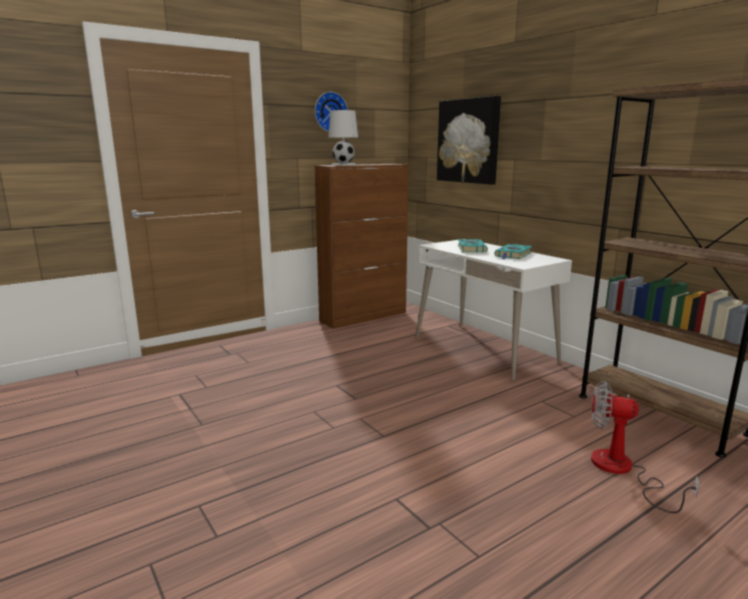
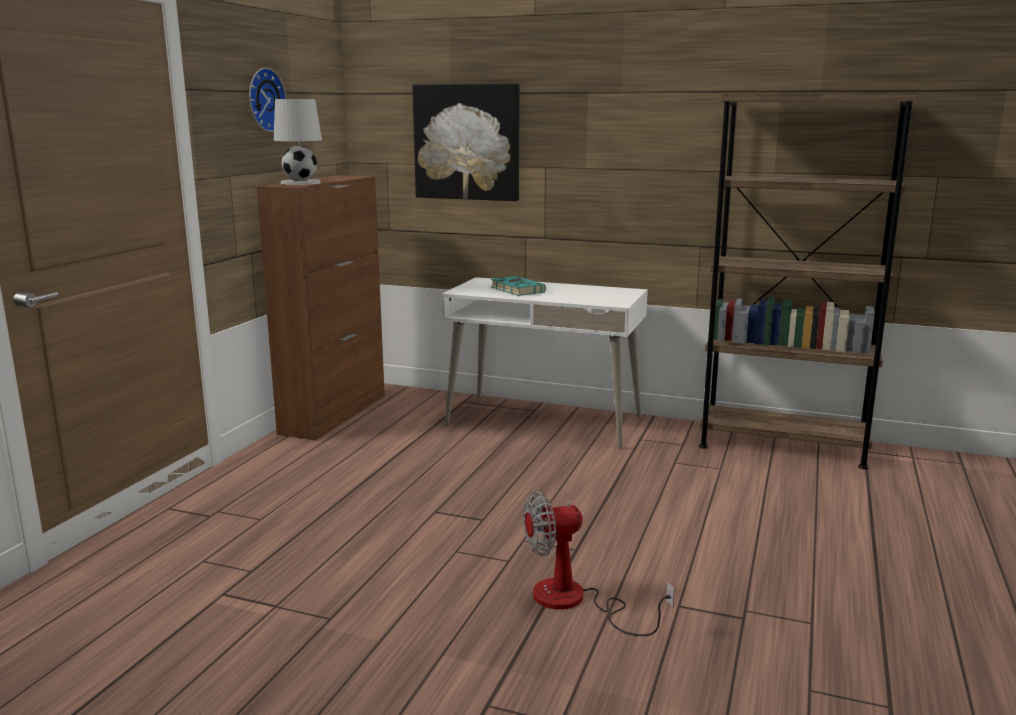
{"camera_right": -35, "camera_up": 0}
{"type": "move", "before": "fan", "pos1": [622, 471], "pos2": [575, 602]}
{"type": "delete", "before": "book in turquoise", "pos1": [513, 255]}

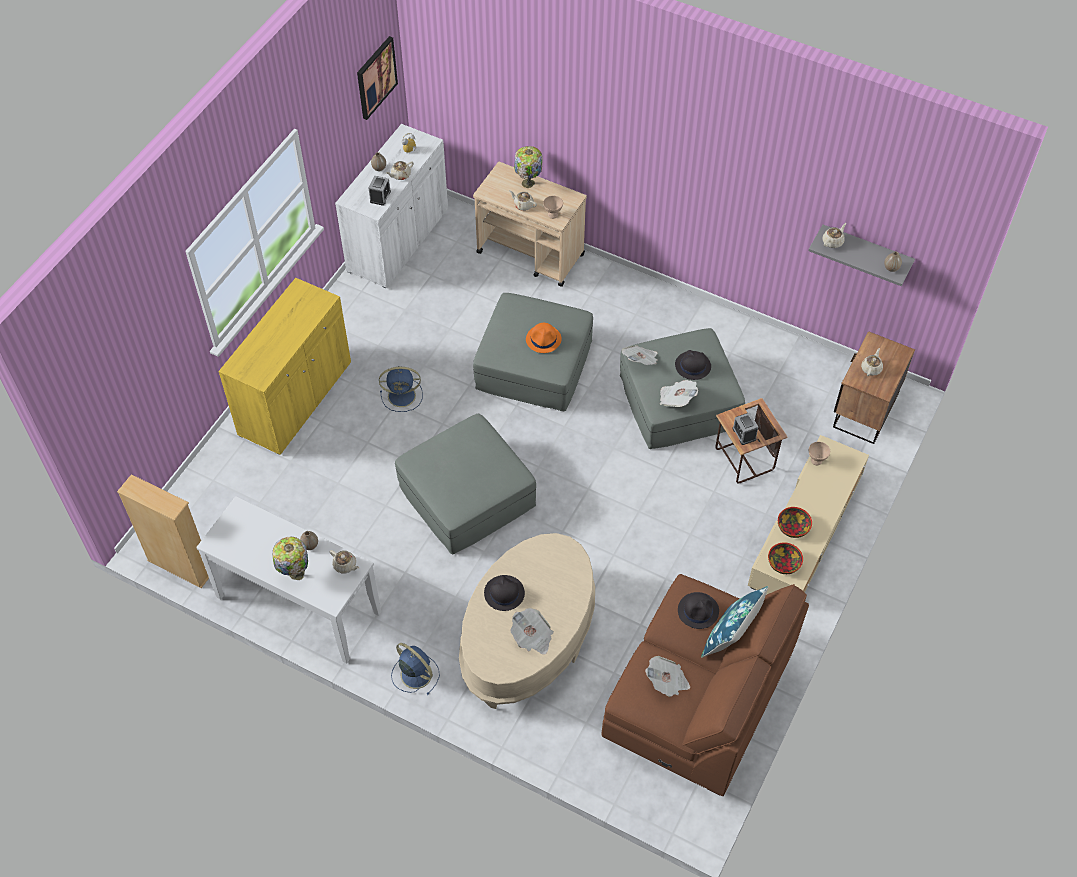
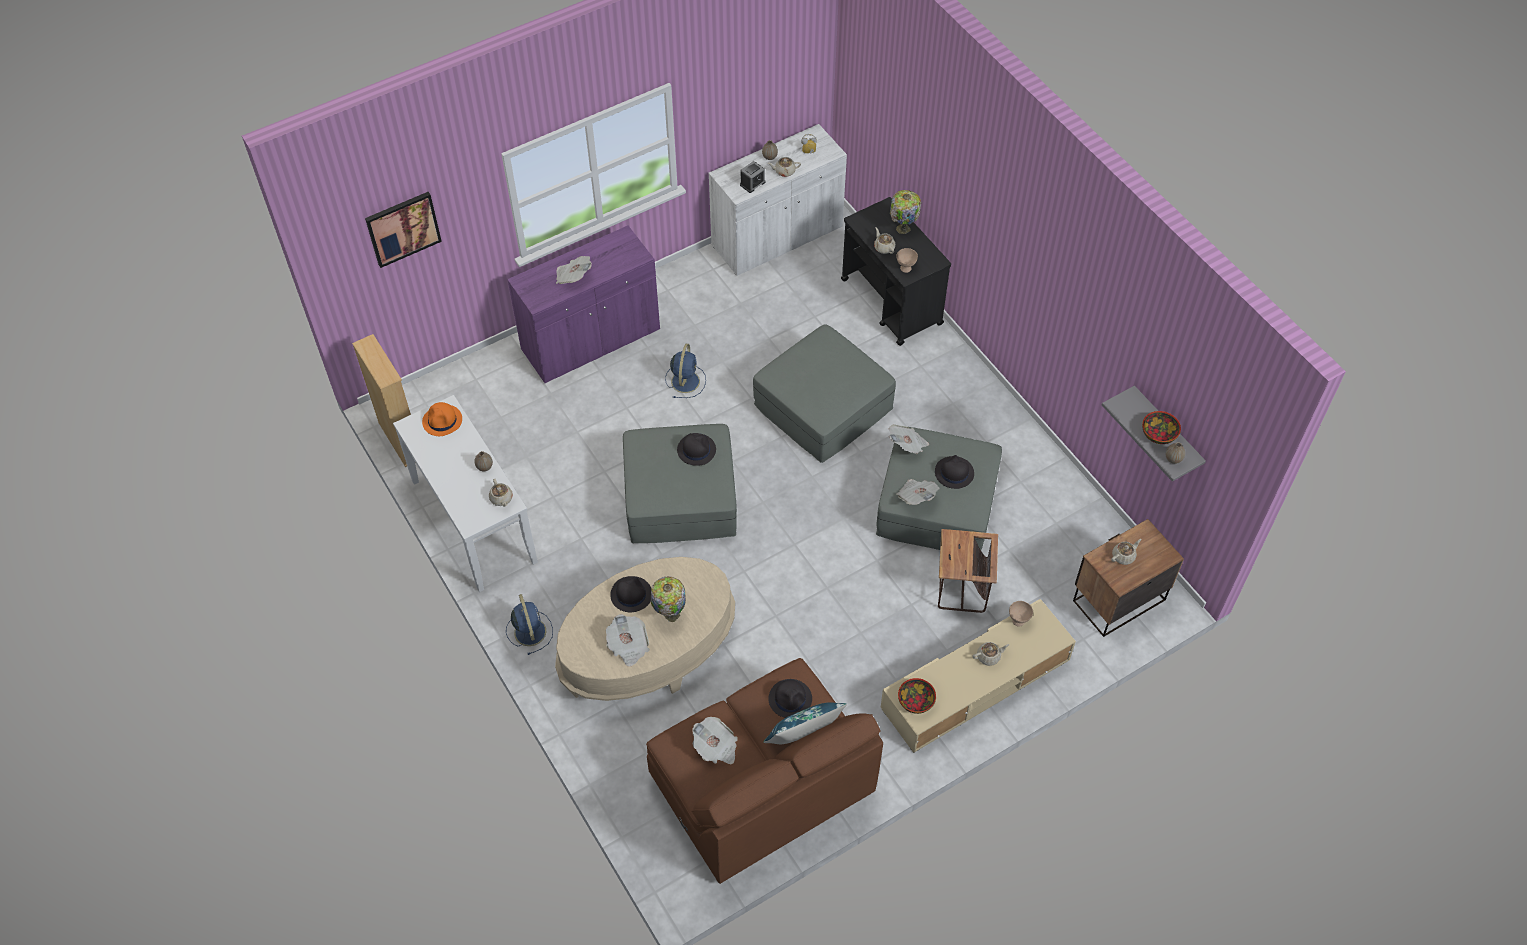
{"camera_right": 30, "camera_up": 0}
{"type": "move", "before": "picture", "pos1": [376, 77], "pos2": [403, 228]}
{"type": "move", "before": "hat in orange", "pos1": [544, 339], "pos2": [442, 421]}
{"type": "recolor", "before": "cabinet in yellow", "after": "cabinet in purple", "pos1": [295, 399], "pos2": [591, 340]}
{"type": "insert", "after": "newspaper", "pos2": [573, 277]}
{"type": "move", "before": "table lamp", "pos1": [295, 574], "pos2": [670, 614]}
{"type": "rotate", "before": "fan in blue", "pos1": [403, 396], "pos2": [685, 380], "turn": -105}
{"type": "insert", "after": "hat in black", "pos2": [696, 449]}
{"type": "recolor", "before": "cart in beige", "after": "cart in black", "pos1": [531, 254], "pos2": [892, 302]}
{"type": "move", "before": "teapot in beige", "pos1": [833, 242], "pos2": [989, 656]}
{"type": "move", "before": "bowl", "pos1": [792, 528], "pos2": [1158, 434]}
{"type": "delete", "before": "alarm clock", "pos1": [744, 434]}

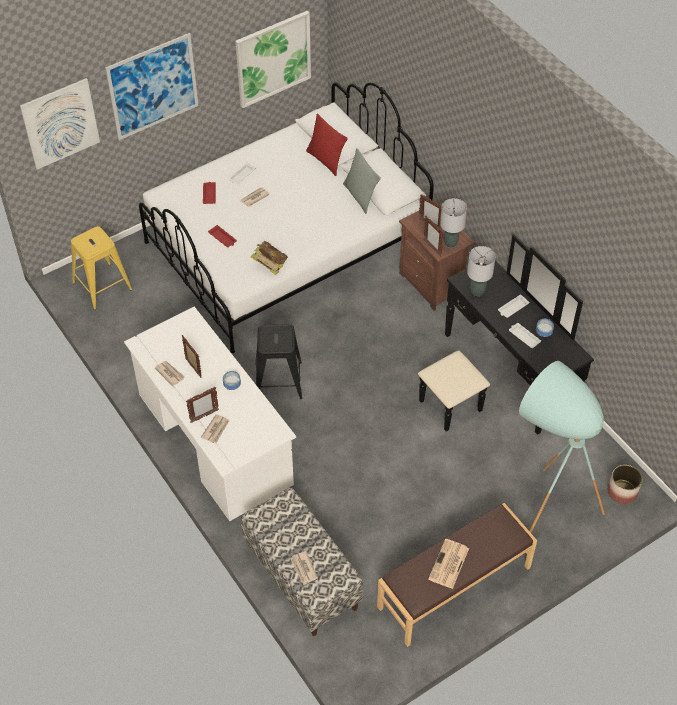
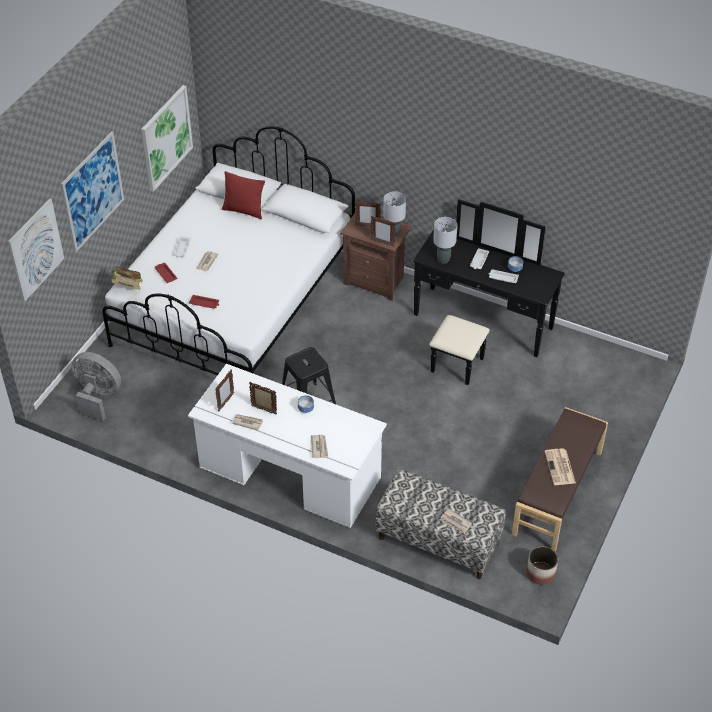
{"camera_right": -30, "camera_up": -5}
{"type": "replace", "before": "stool in yellow", "after": "fan in grey", "pos1": [102, 286], "pos2": [98, 397]}
{"type": "move", "before": "book", "pos1": [270, 266], "pos2": [127, 286]}
{"type": "move", "before": "picture frame", "pos1": [204, 416], "pos2": [225, 402]}
{"type": "move", "before": "planter", "pos1": [622, 492], "pos2": [541, 573]}
{"type": "delete", "before": "pillow in grey", "pos1": [360, 196]}
{"type": "delete", "before": "floor lamp in turquoise", "pos1": [546, 496]}

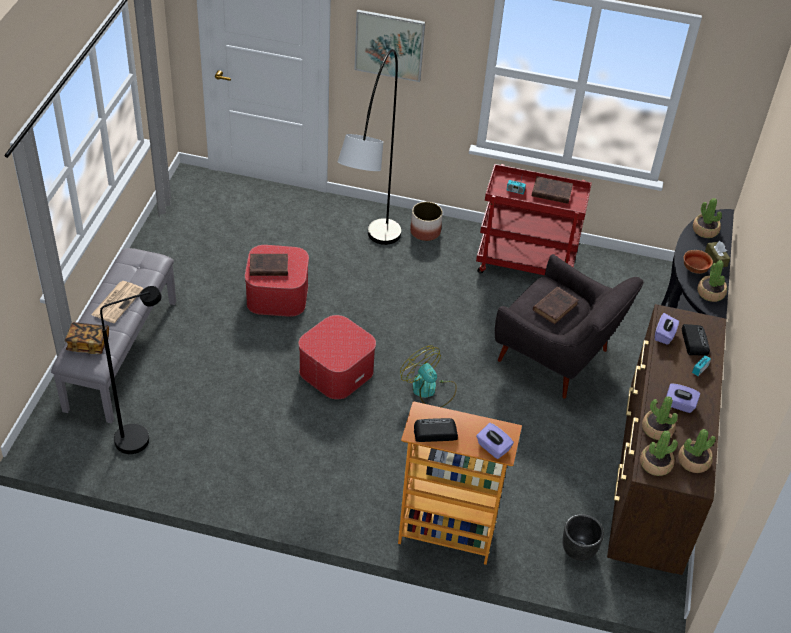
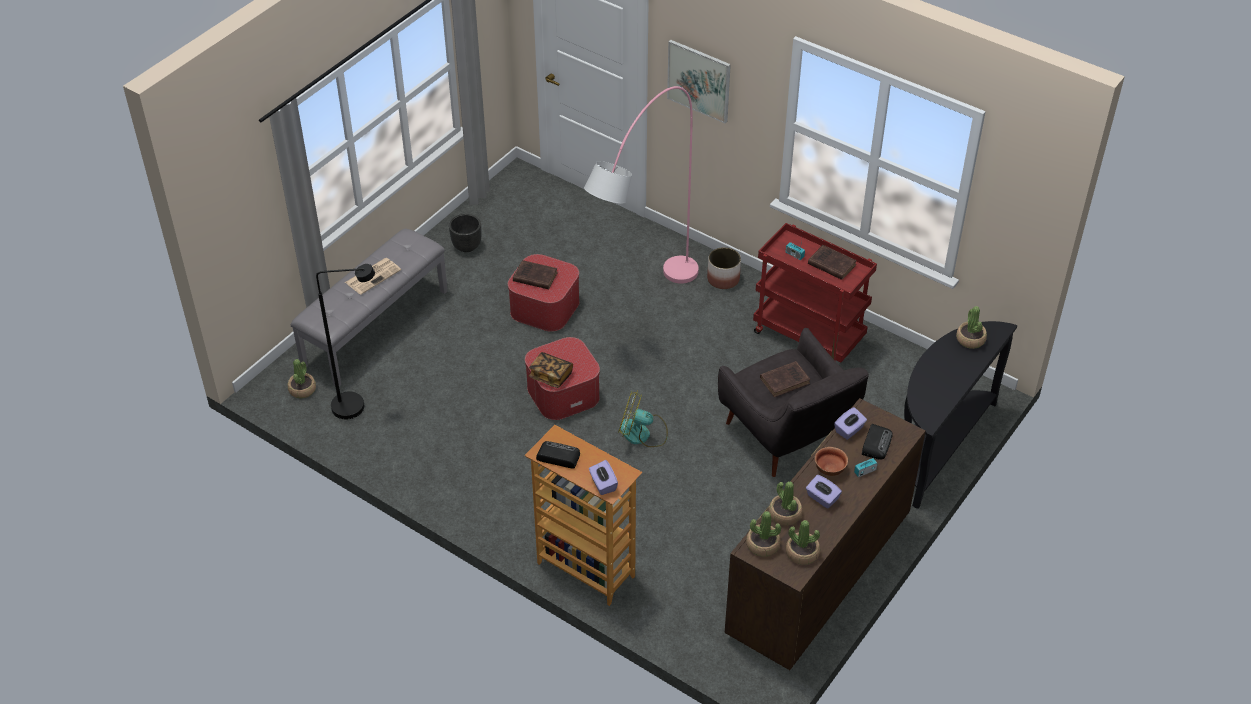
{"camera_right": 25, "camera_up": 0}
{"type": "move", "before": "potted plant", "pos1": [710, 293], "pos2": [302, 389]}
{"type": "move", "before": "planter in black", "pos1": [578, 550], "pos2": [467, 246]}
{"type": "move", "before": "book", "pos1": [88, 344], "pos2": [551, 376]}
{"type": "recolor", "before": "floor lamp in grey", "after": "floor lamp in pink", "pos1": [368, 275], "pos2": [642, 309]}
{"type": "rotate", "before": "fan", "pos1": [429, 390], "pos2": [642, 434], "turn": -60}
{"type": "move", "before": "bowl", "pos1": [694, 269], "pos2": [829, 469]}
{"type": "delete", "before": "tissue box in brown", "pos1": [716, 258]}

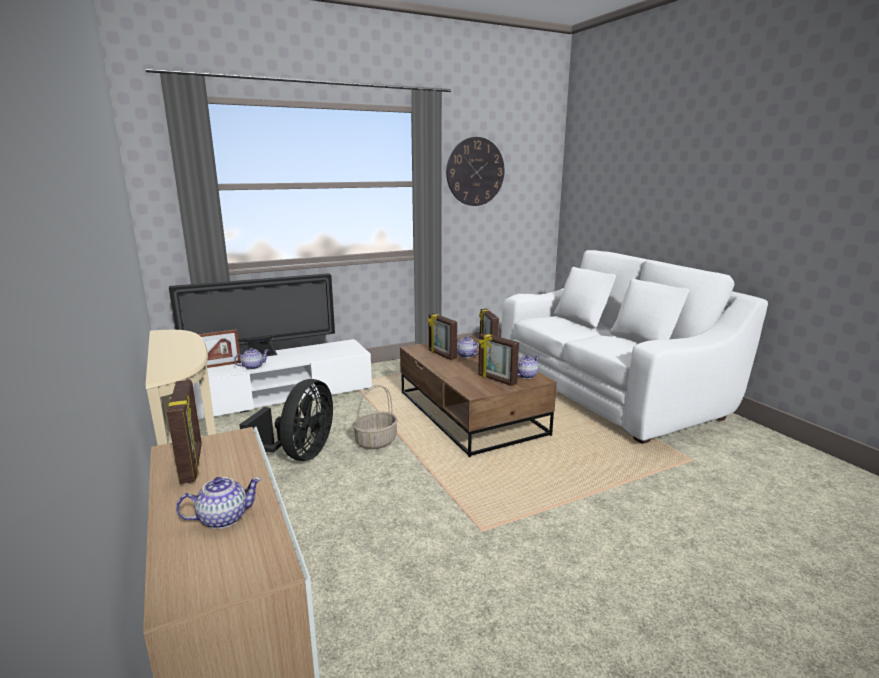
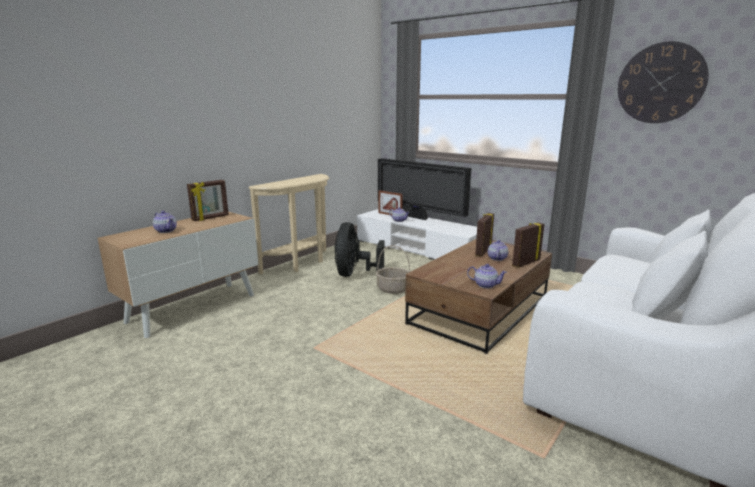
{"camera_right": 65, "camera_up": 0}
{"type": "rotate", "before": "fan in black", "pos1": [300, 455], "pos2": [354, 274], "turn": 105}
{"type": "delete", "before": "picture frame", "pos1": [496, 380]}

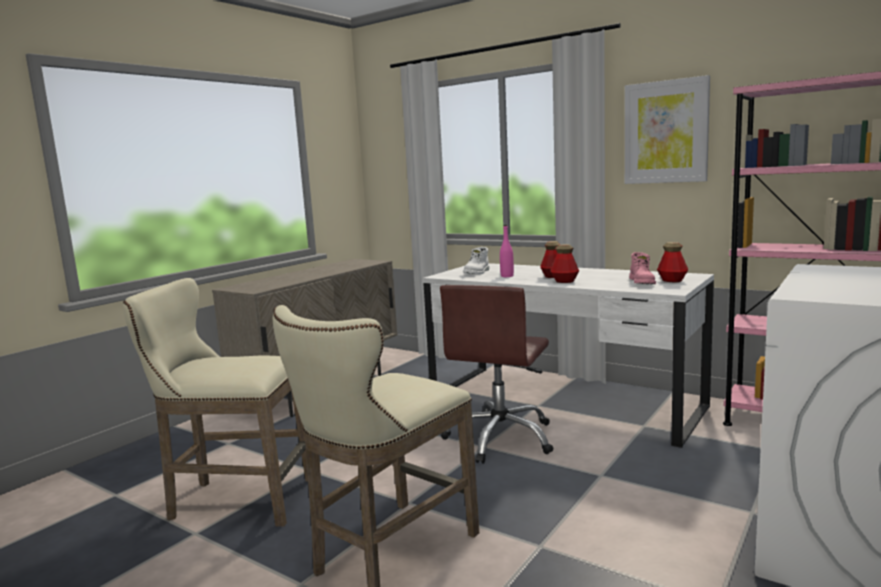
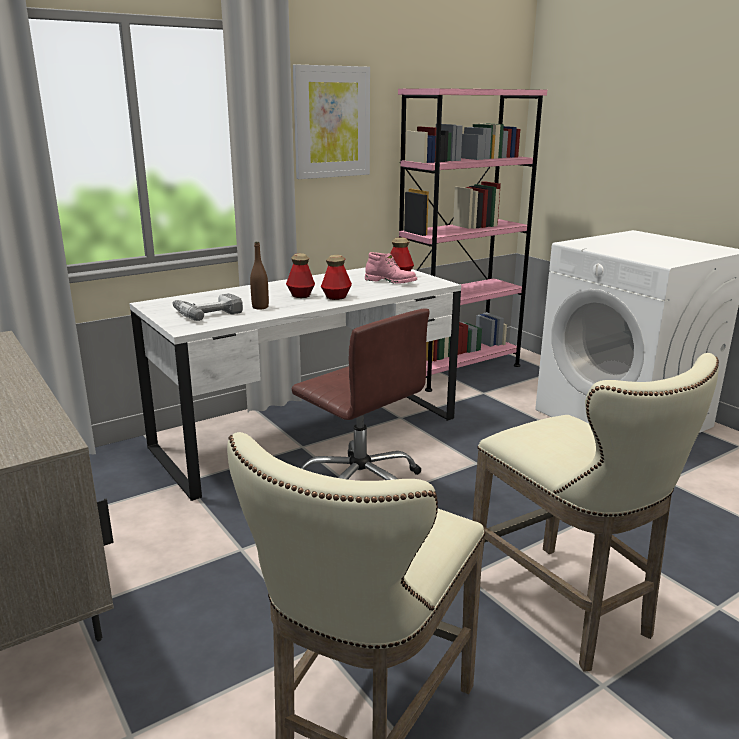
{"camera_right": -70, "camera_up": 10}
{"type": "replace", "before": "boot in white", "after": "power drill", "pos1": [477, 272], "pos2": [206, 312]}
{"type": "recolor", "before": "bottle in pink", "after": "bottle in brown", "pos1": [507, 276], "pos2": [260, 307]}

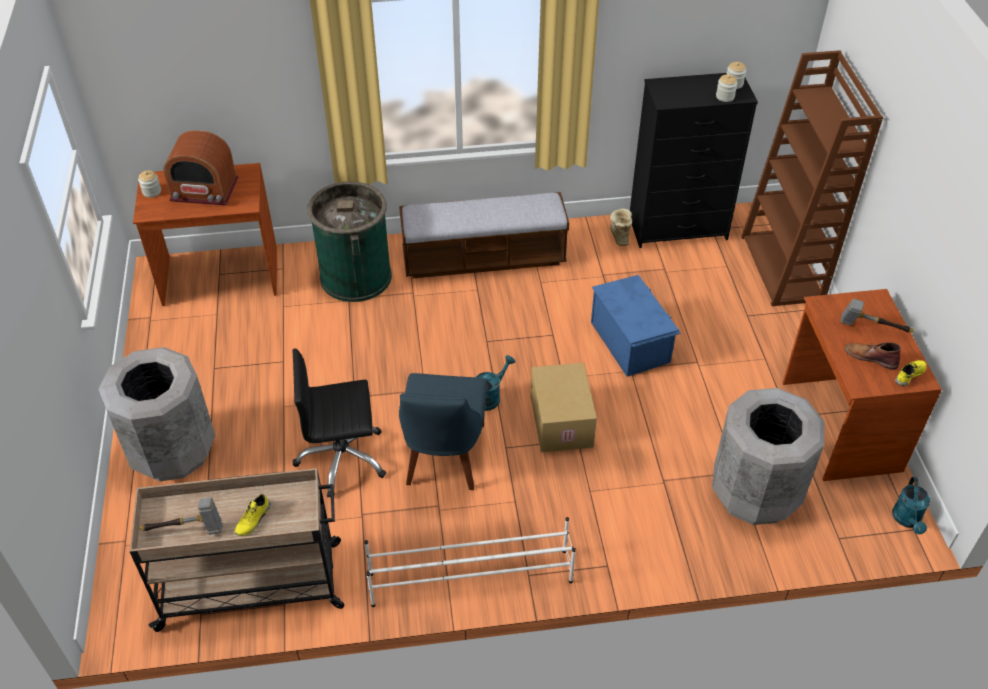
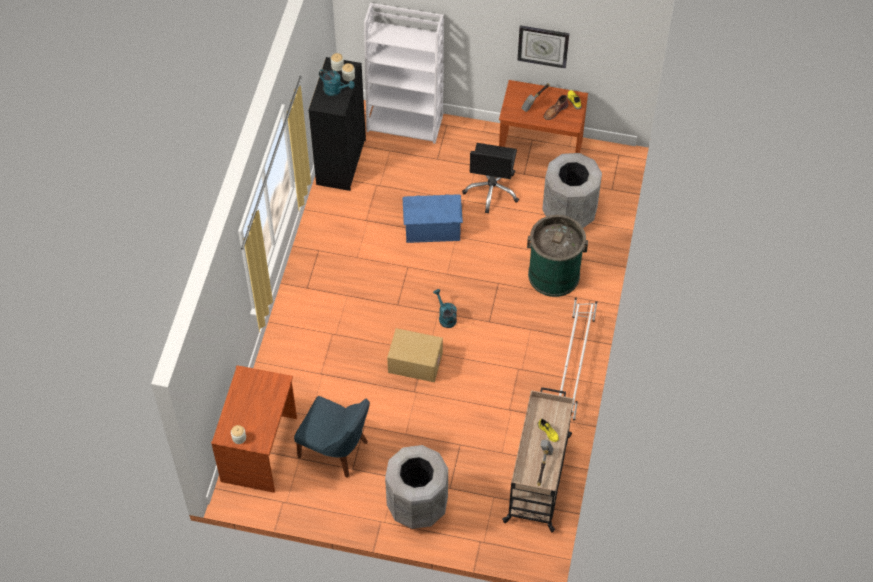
{"camera_right": -70, "camera_up": 10}
{"type": "move", "before": "chair in blue", "pos1": [444, 458], "pos2": [336, 450]}
{"type": "move", "before": "watering can in turquoise", "pos1": [907, 520], "pos2": [335, 90]}
{"type": "recolor", "before": "bookcase in brown", "after": "bookcase in white", "pos1": [783, 268], "pos2": [405, 122]}
{"type": "move", "before": "cardboard box", "pos1": [560, 421], "pos2": [414, 363]}
{"type": "move", "before": "office chair in black", "pos1": [342, 459], "pos2": [492, 190]}
{"type": "insert", "after": "wall clock", "pos2": [543, 46]}
{"type": "move", "before": "trash can in green", "pos1": [355, 277], "pos2": [554, 275]}
{"type": "delete", "before": "radio", "pos1": [204, 190]}
{"type": "delete", "before": "bench", "pos1": [484, 258]}
{"type": "delete", "before": "boot", "pos1": [619, 236]}

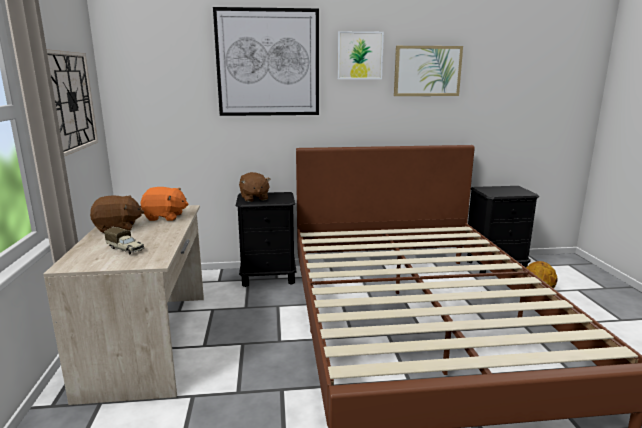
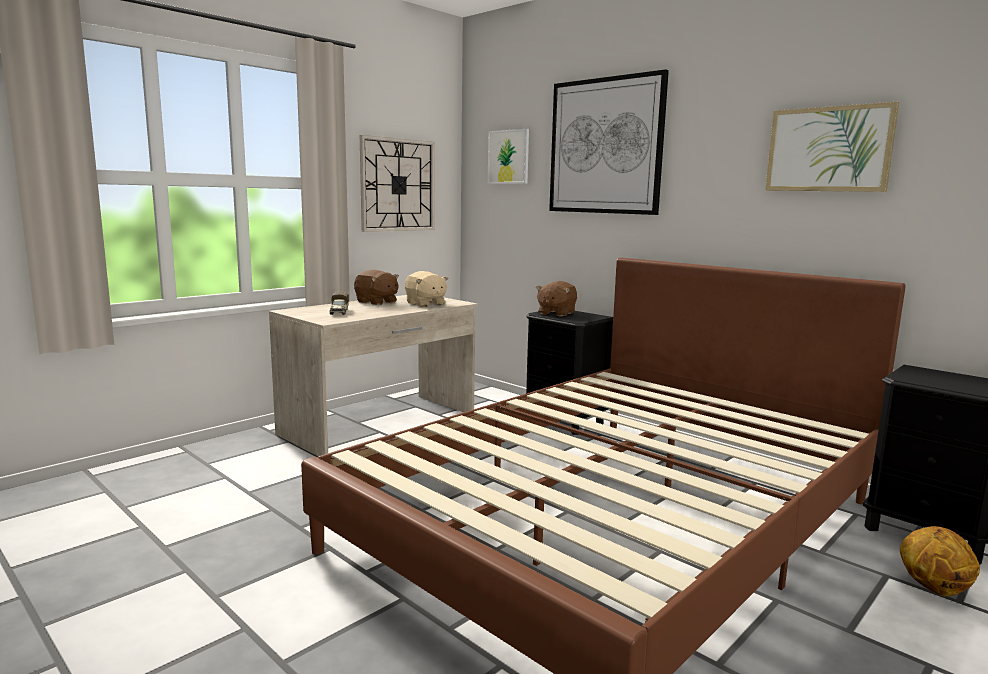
{"camera_right": 50, "camera_up": -5}
{"type": "recolor", "before": "plush toy in orange", "after": "plush toy in beige", "pos1": [165, 217], "pos2": [425, 304]}
{"type": "move", "before": "picture", "pos1": [360, 55], "pos2": [508, 157]}

